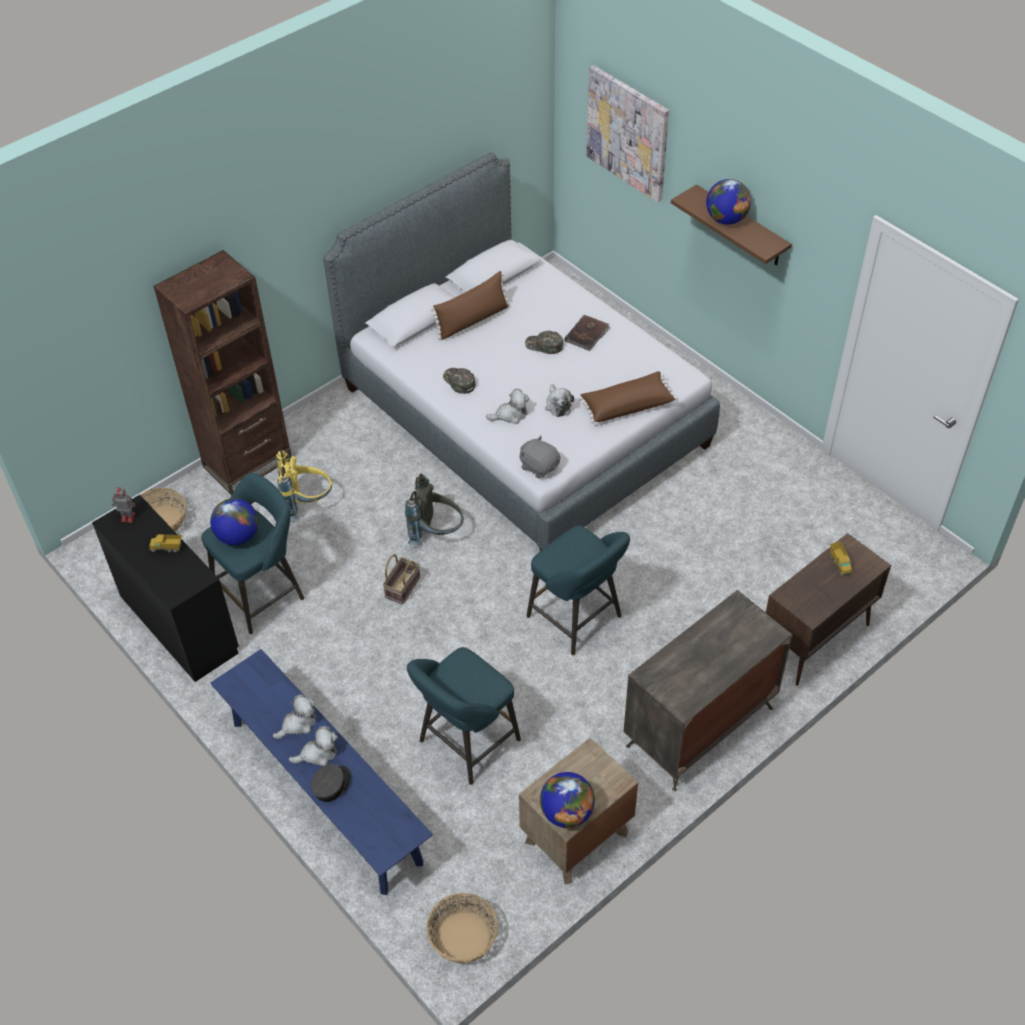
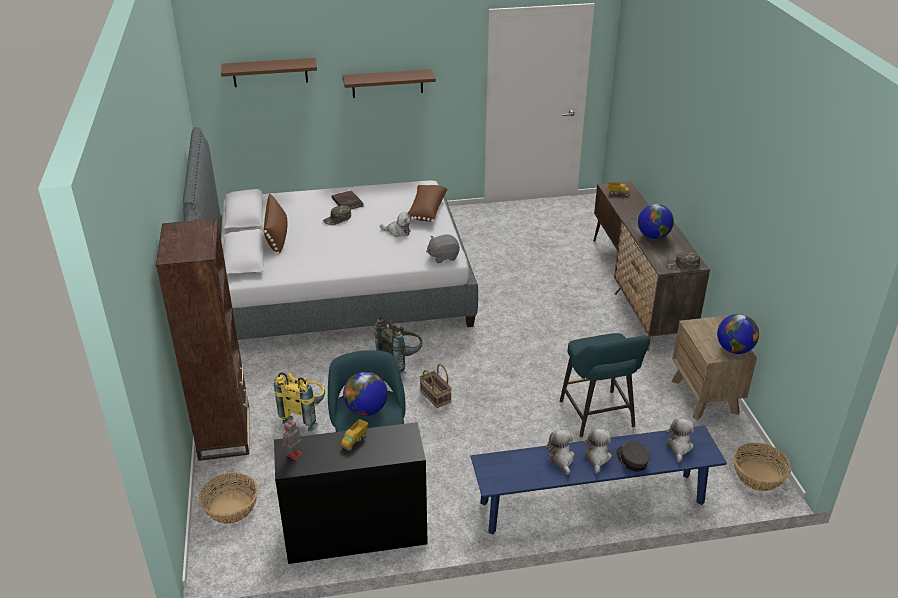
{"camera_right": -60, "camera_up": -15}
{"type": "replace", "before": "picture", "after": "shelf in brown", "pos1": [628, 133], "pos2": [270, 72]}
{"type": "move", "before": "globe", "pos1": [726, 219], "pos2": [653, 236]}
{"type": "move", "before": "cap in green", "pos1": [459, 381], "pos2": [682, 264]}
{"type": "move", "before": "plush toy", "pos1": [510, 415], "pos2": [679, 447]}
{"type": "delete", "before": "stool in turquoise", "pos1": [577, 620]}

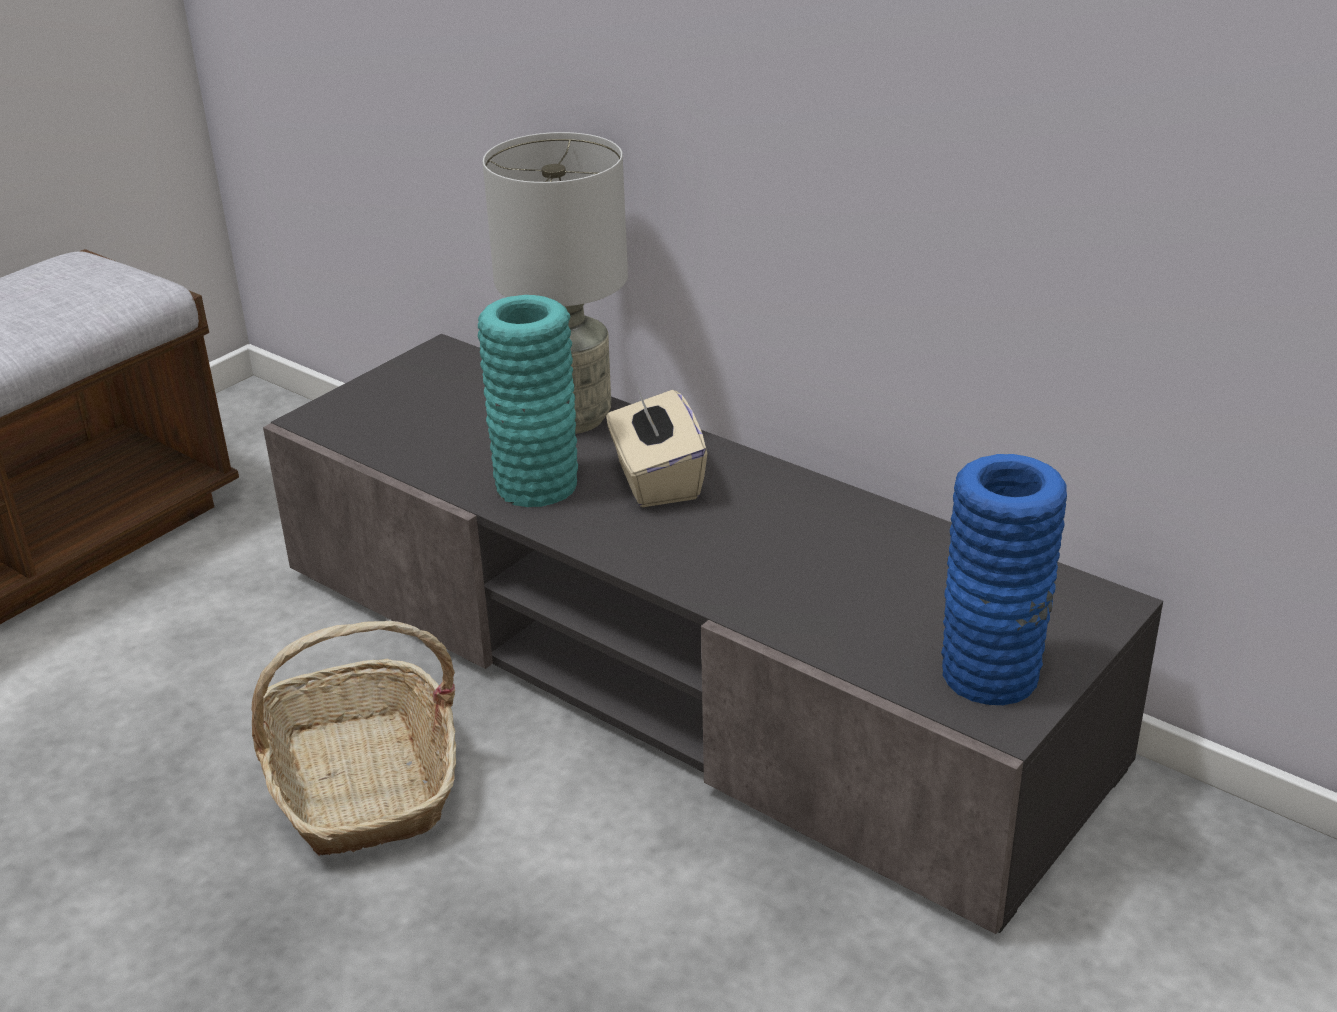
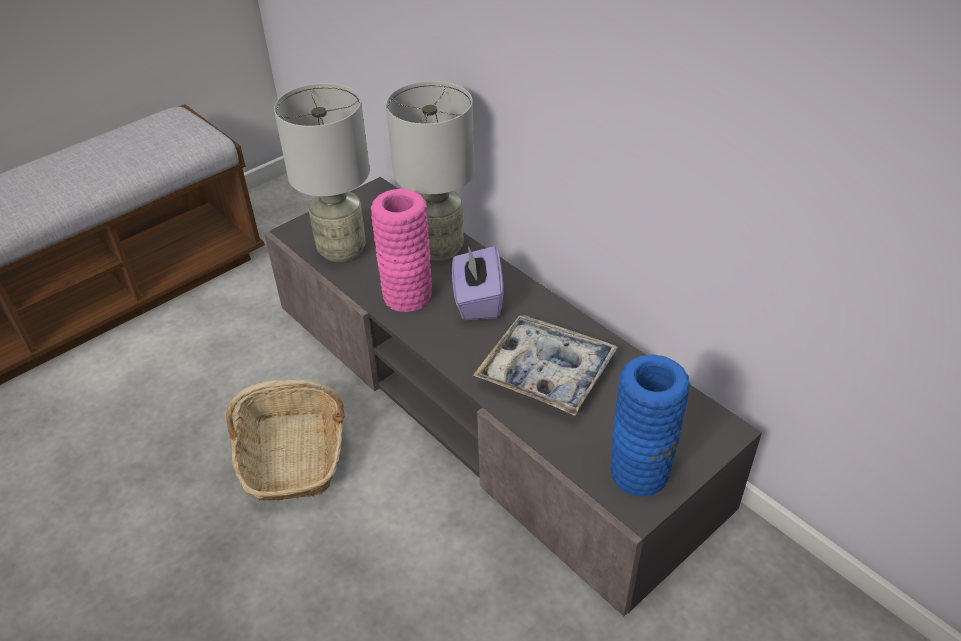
{"camera_right": 10, "camera_up": 10}
{"type": "insert", "after": "table lamp in grey", "pos2": [342, 249]}
{"type": "recolor", "before": "vase in turquoise", "after": "vase in pink", "pos1": [537, 485], "pos2": [407, 296]}
{"type": "recolor", "before": "tissue box in beige", "after": "tissue box in purple", "pos1": [656, 480], "pos2": [477, 300]}
{"type": "insert", "after": "tray", "pos2": [546, 372]}

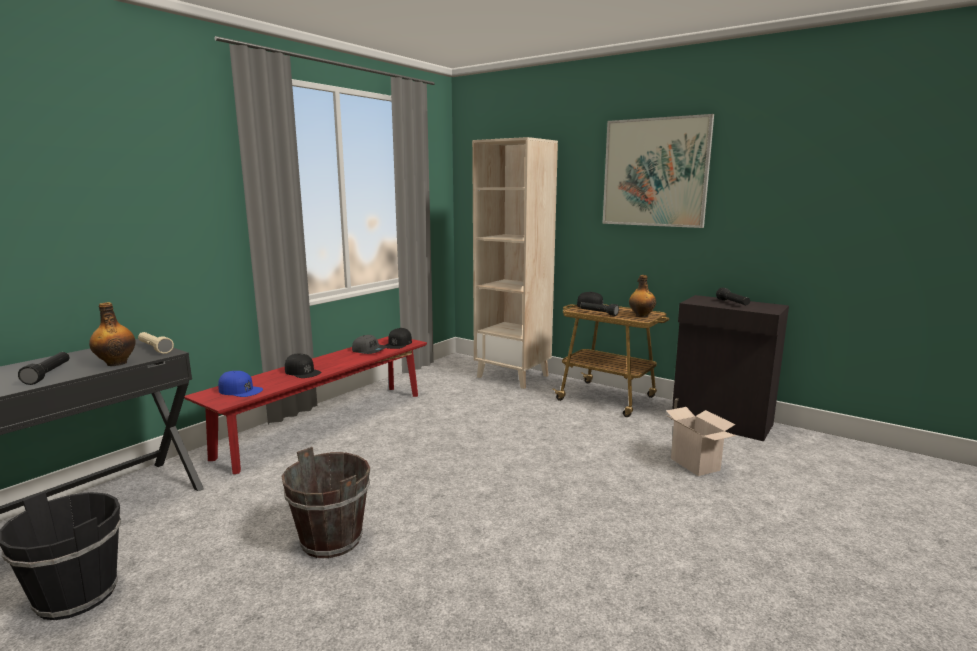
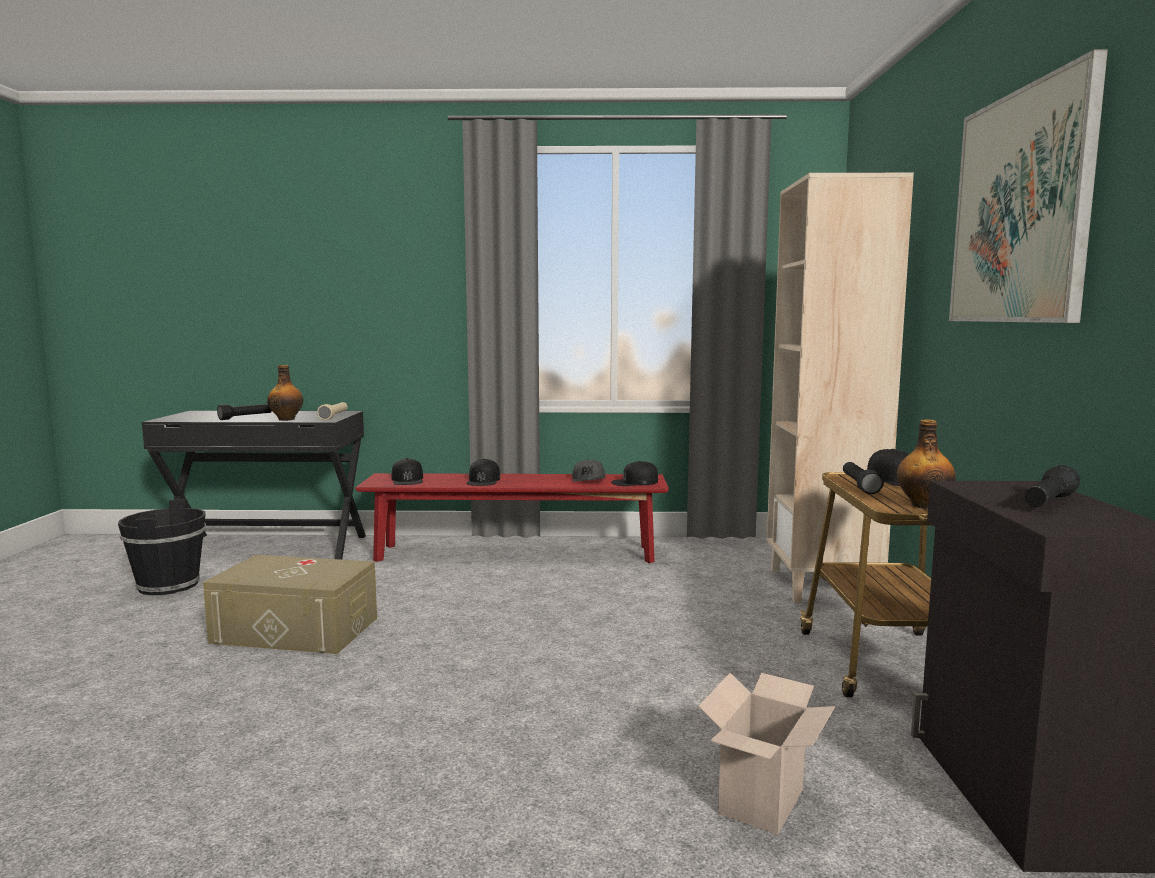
{"camera_right": 55, "camera_up": -5}
{"type": "replace", "before": "bucket in brown", "after": "storage box in beige", "pos1": [332, 540], "pos2": [296, 630]}
{"type": "recolor", "before": "cap in blue", "after": "cap in black", "pos1": [240, 390], "pos2": [407, 479]}

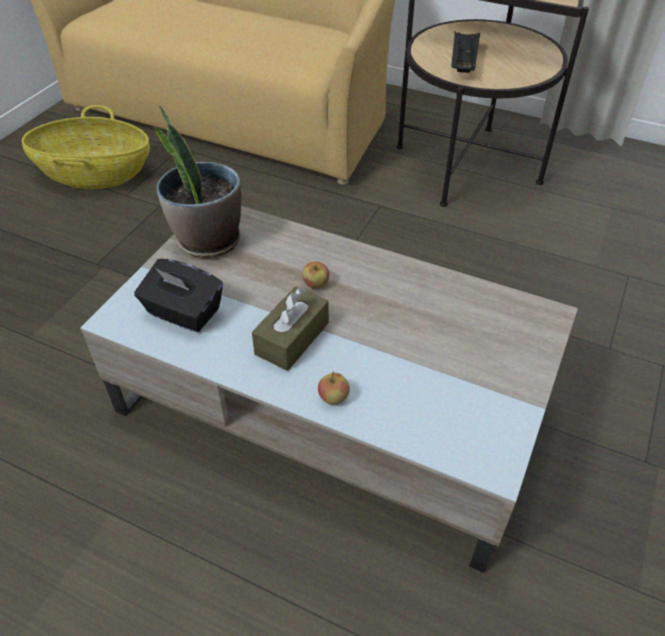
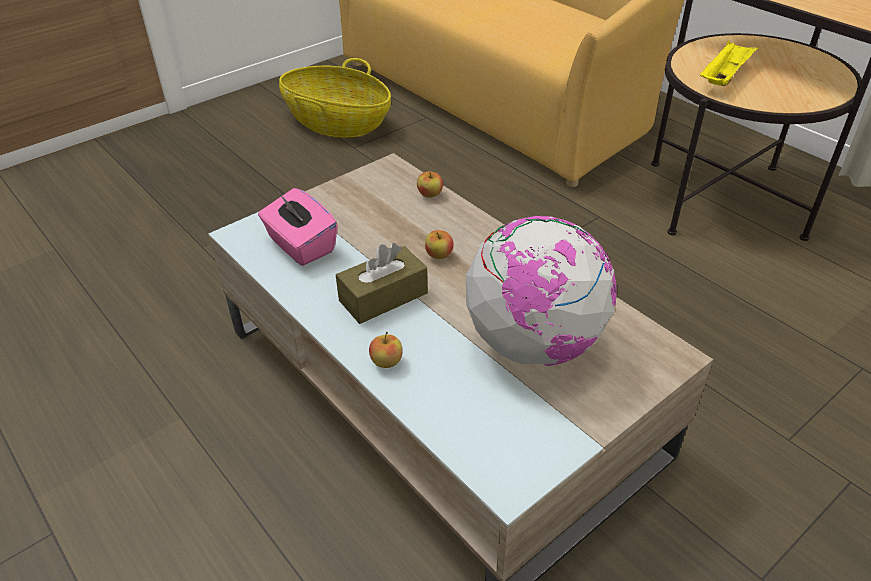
{"camera_right": 25, "camera_up": -5}
{"type": "recolor", "before": "tissue box in black", "after": "tissue box in pink", "pos1": [183, 312], "pos2": [300, 246]}
{"type": "insert", "after": "apple", "pos2": [430, 195]}
{"type": "insert", "after": "globe", "pos2": [534, 343]}
{"type": "recolor", "before": "tray in black", "after": "tray in yellow", "pos1": [463, 64], "pos2": [724, 77]}
{"type": "delete", "before": "potted plant", "pos1": [207, 240]}

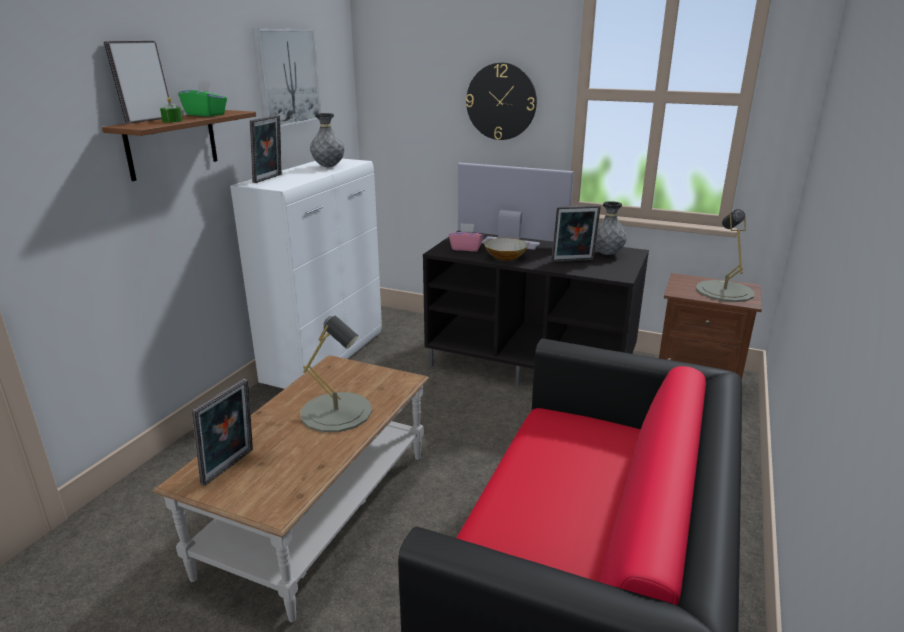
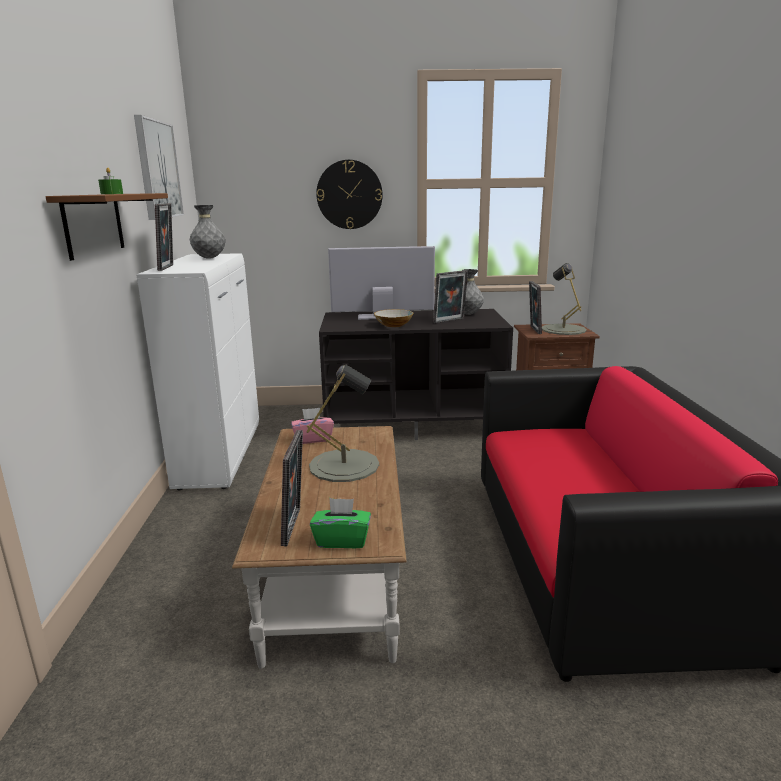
{"camera_right": -25, "camera_up": -5}
{"type": "move", "before": "tissue box in pink", "pos1": [466, 248], "pos2": [313, 439]}
{"type": "move", "before": "tissue box in green", "pos1": [206, 115], "pos2": [342, 540]}
{"type": "move", "before": "picture frame", "pos1": [148, 120], "pos2": [533, 330]}

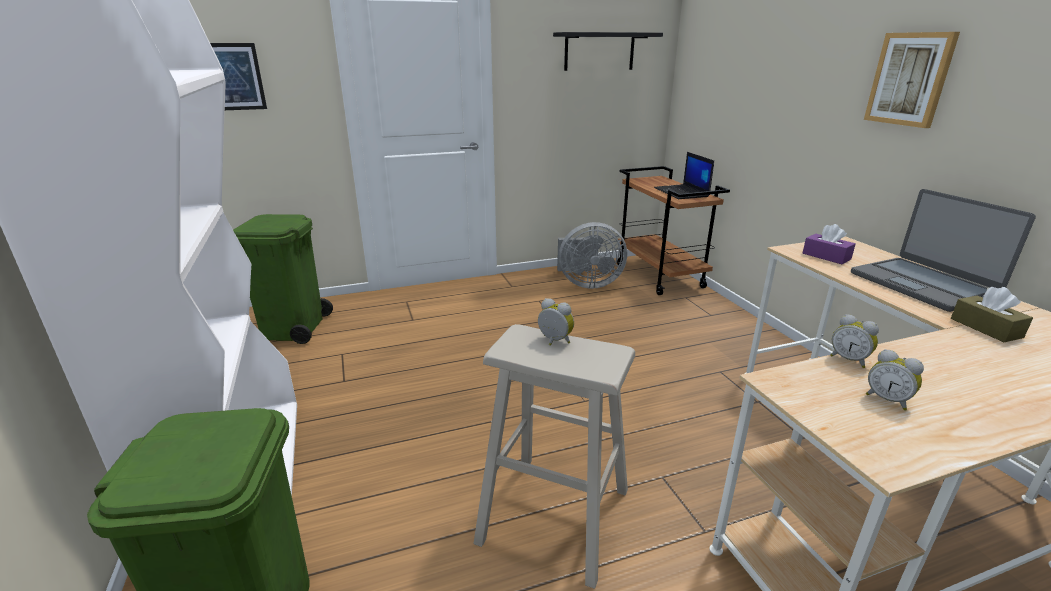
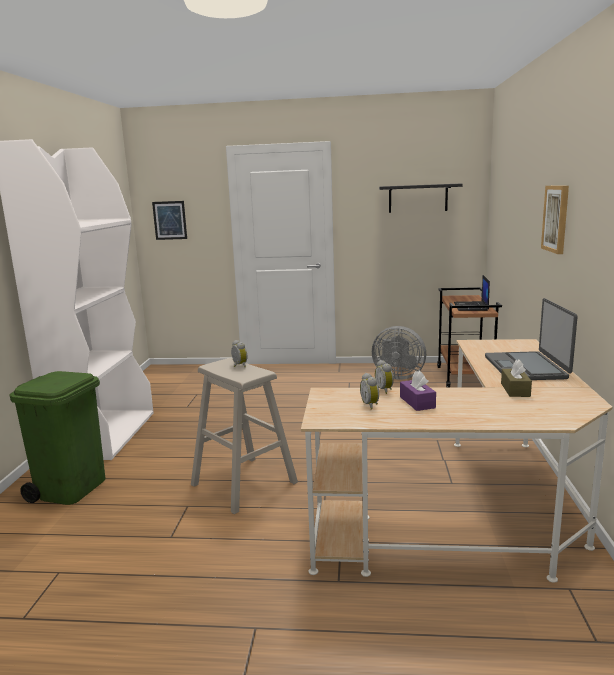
{"camera_right": 25, "camera_up": -10}
{"type": "move", "before": "tissue box in purple", "pos1": [826, 256], "pos2": [417, 402]}
{"type": "delete", "before": "trash can in green", "pos1": [293, 328]}

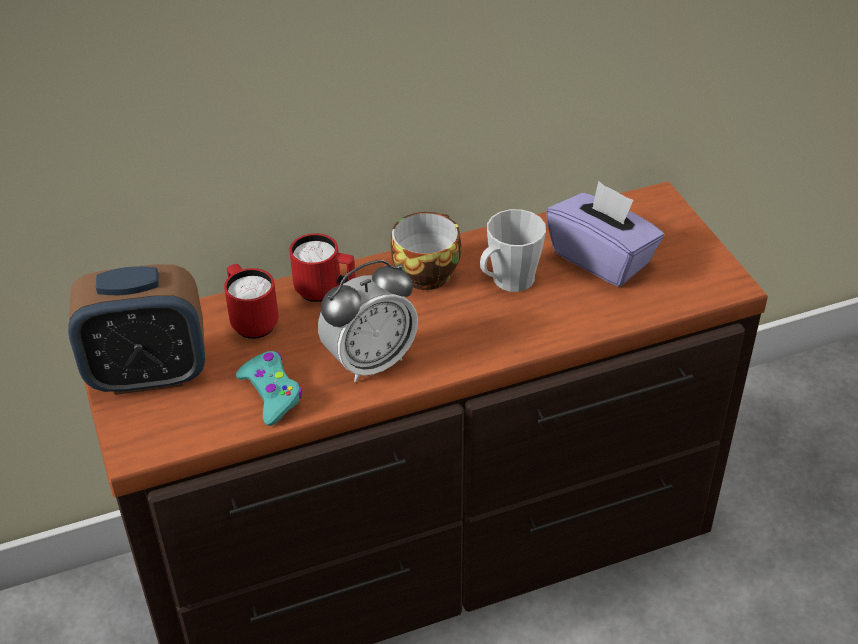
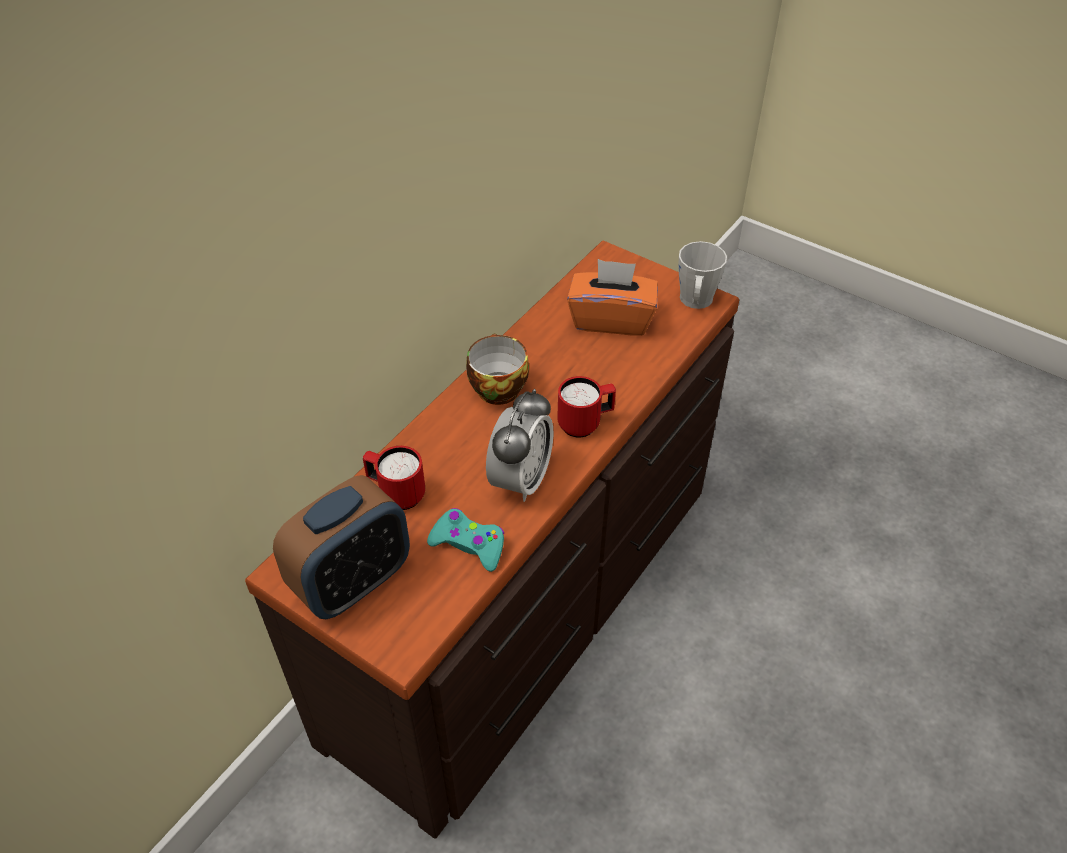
{"camera_right": -35, "camera_up": 5}
{"type": "move", "before": "mug in red", "pos1": [325, 291], "pos2": [585, 423]}
{"type": "recolor", "before": "tissue box in purple", "after": "tissue box in orange", "pos1": [602, 258], "pos2": [611, 319]}
{"type": "move", "before": "mug in grey", "pos1": [507, 282], "pos2": [695, 302]}

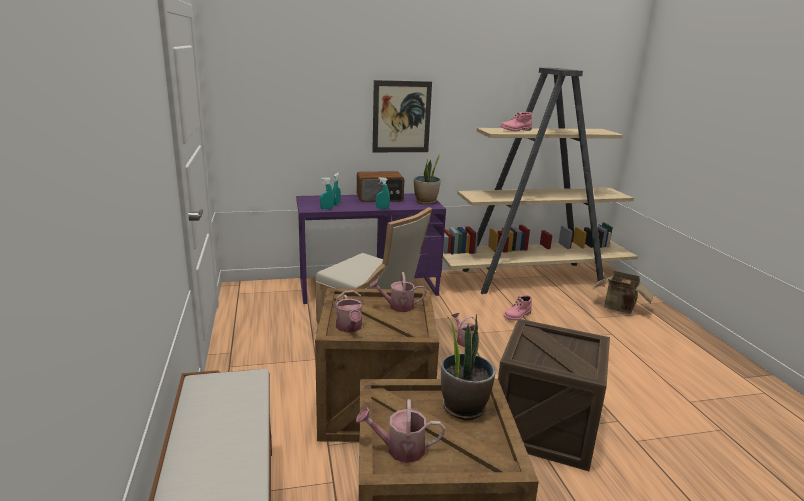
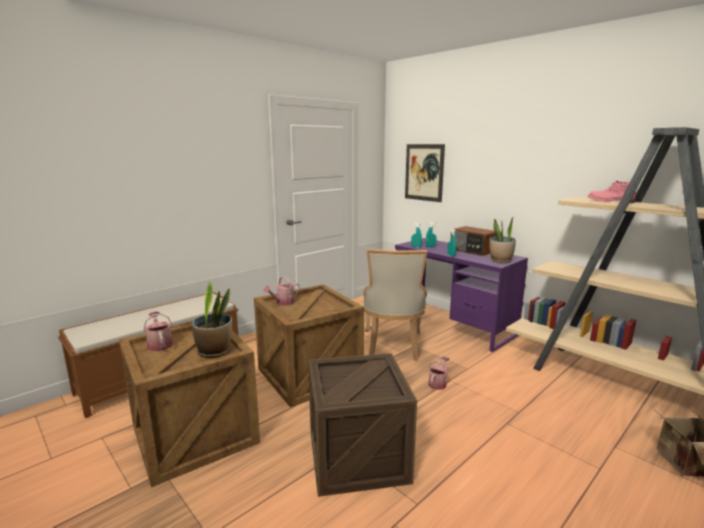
{"camera_right": 60, "camera_up": -5}
{"type": "move", "before": "picture", "pos1": [401, 117], "pos2": [424, 172]}
{"type": "delete", "before": "watering can", "pos1": [397, 306]}
{"type": "delete", "before": "boot in pink", "pos1": [517, 316]}

